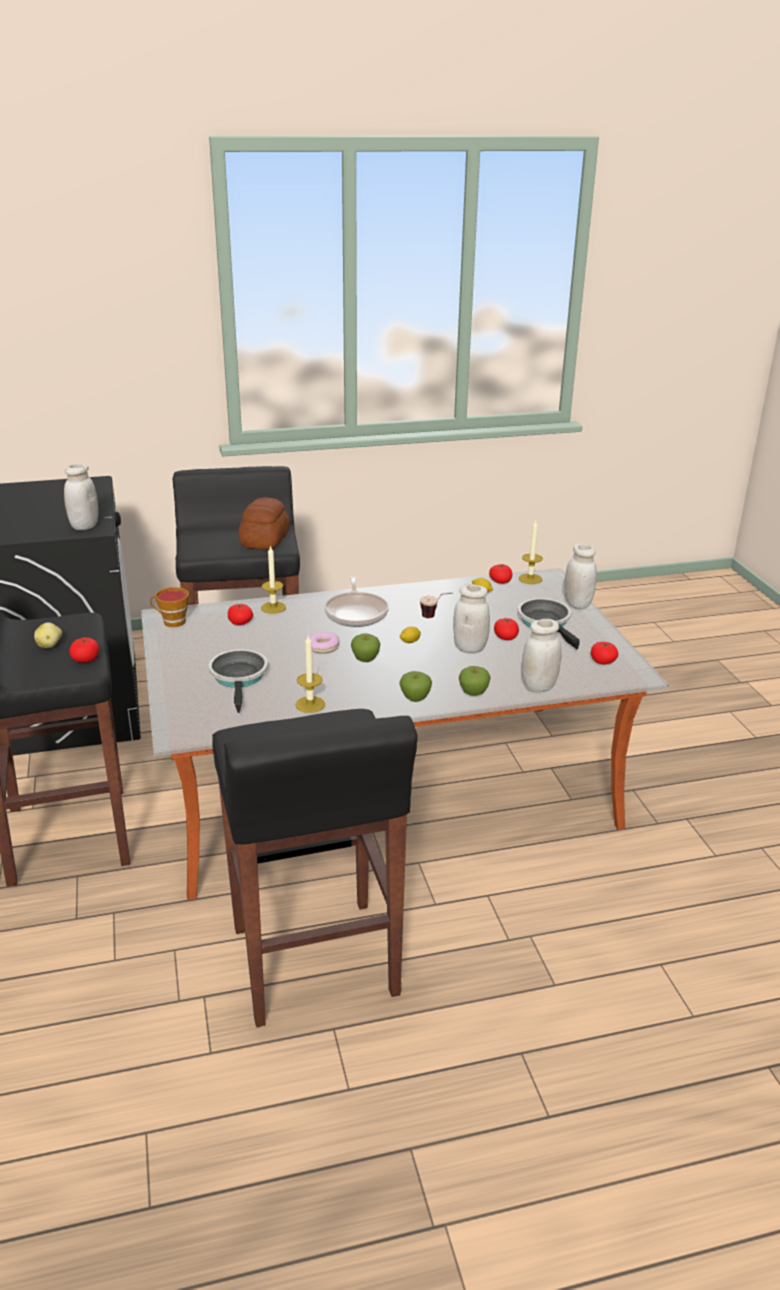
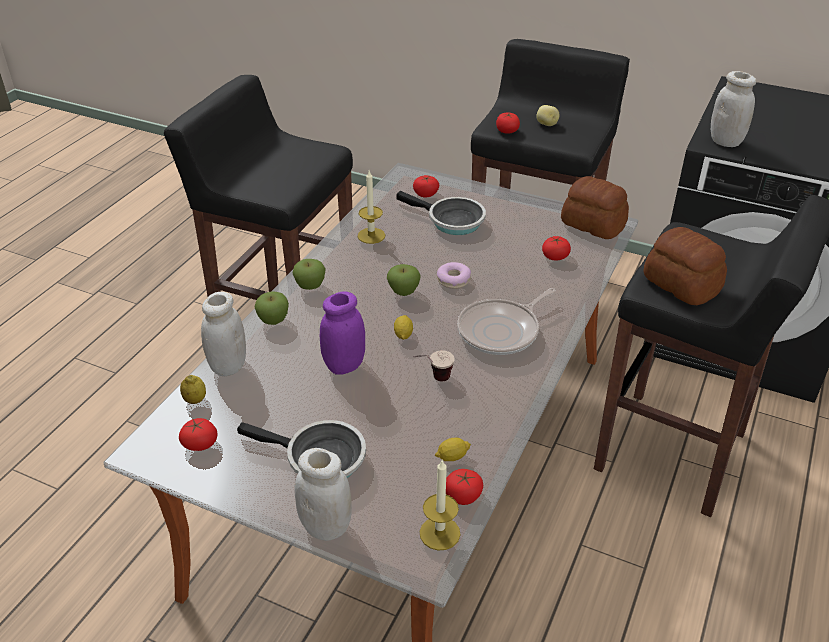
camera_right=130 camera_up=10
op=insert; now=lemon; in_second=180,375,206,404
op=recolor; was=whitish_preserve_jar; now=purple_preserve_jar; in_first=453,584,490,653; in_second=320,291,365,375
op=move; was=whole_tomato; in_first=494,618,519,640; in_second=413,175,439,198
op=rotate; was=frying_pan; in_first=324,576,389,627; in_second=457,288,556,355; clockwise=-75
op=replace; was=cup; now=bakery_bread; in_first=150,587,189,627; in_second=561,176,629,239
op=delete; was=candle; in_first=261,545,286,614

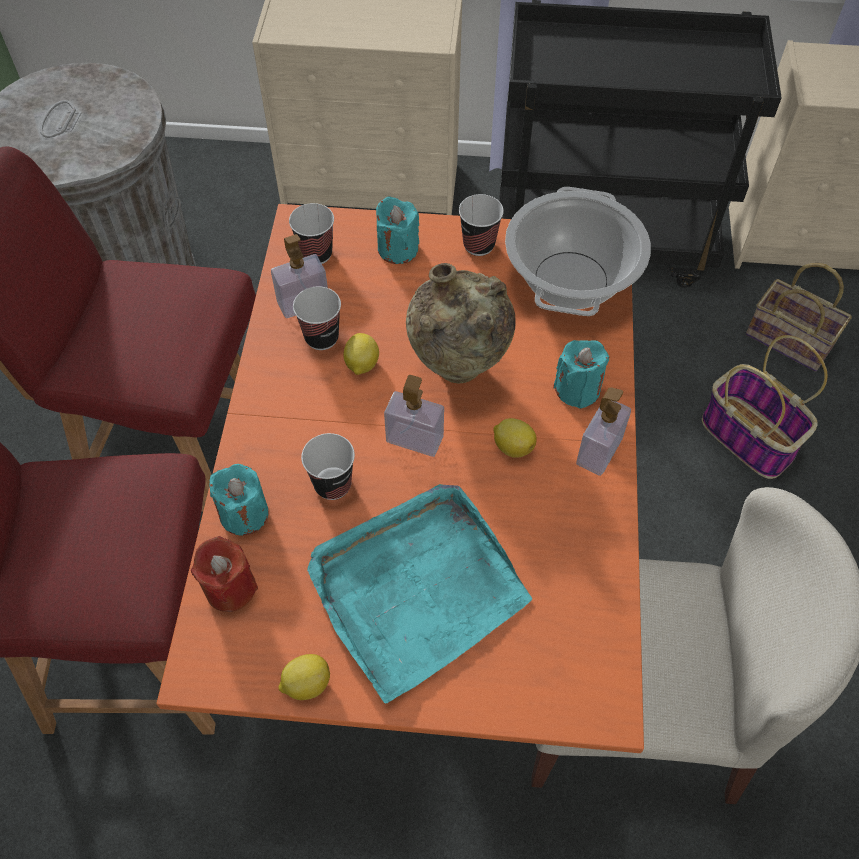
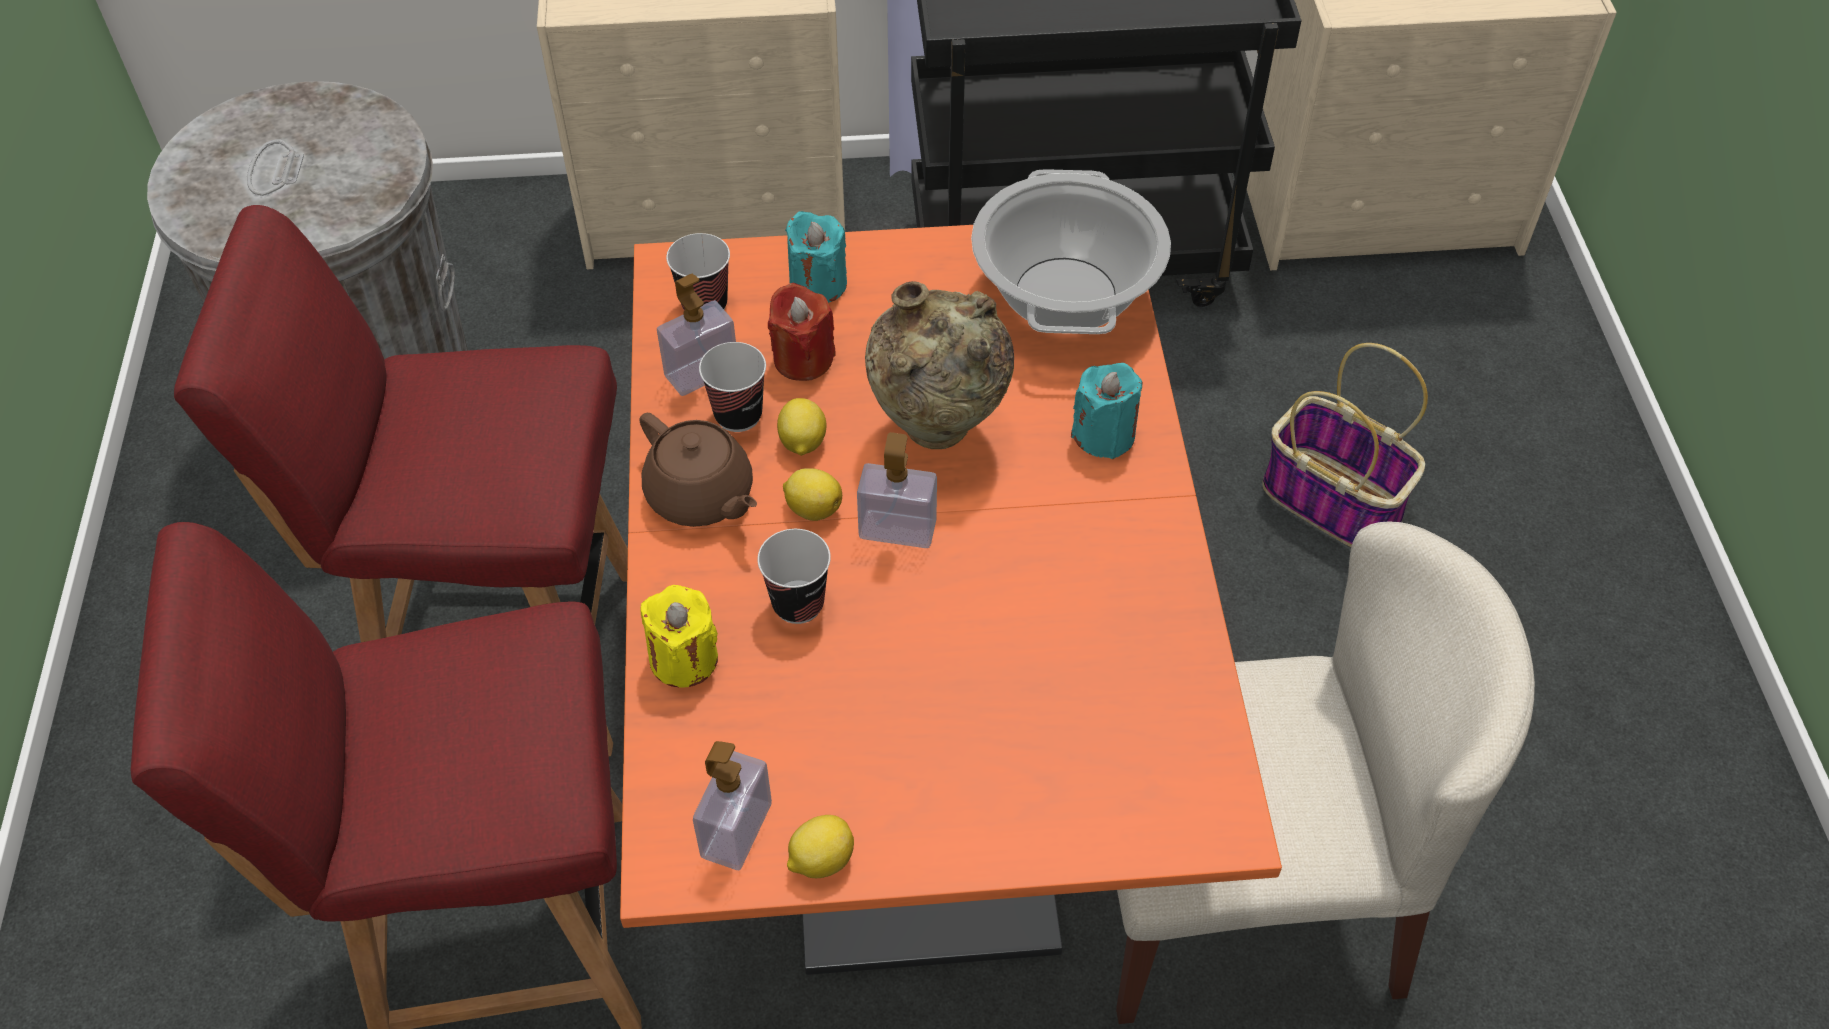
camera_right=-10 camera_up=-5
op=insert; now=brown-coloured_tea_pot; in_second=639,413,757,527
op=recolor; was=turquoise-coloured_candle; now=yellowish_candle; in_first=210,464,268,535; in_second=641,585,718,688
op=move; was=liquid_soap_bottle; in_first=576,387,631,476; in_second=693,741,772,870
op=move; was=reddish_candle; in_first=191,536,258,612; in_second=768,283,836,381
op=move; was=lemon; in_first=494,418,536,458; in_second=783,468,842,521
op=delete; was=turquoise-coloured_tray; in_first=307,484,532,703
op=delete; was=cup; in_first=459,194,504,256
op=delete; was=basket; in_first=746,263,852,372

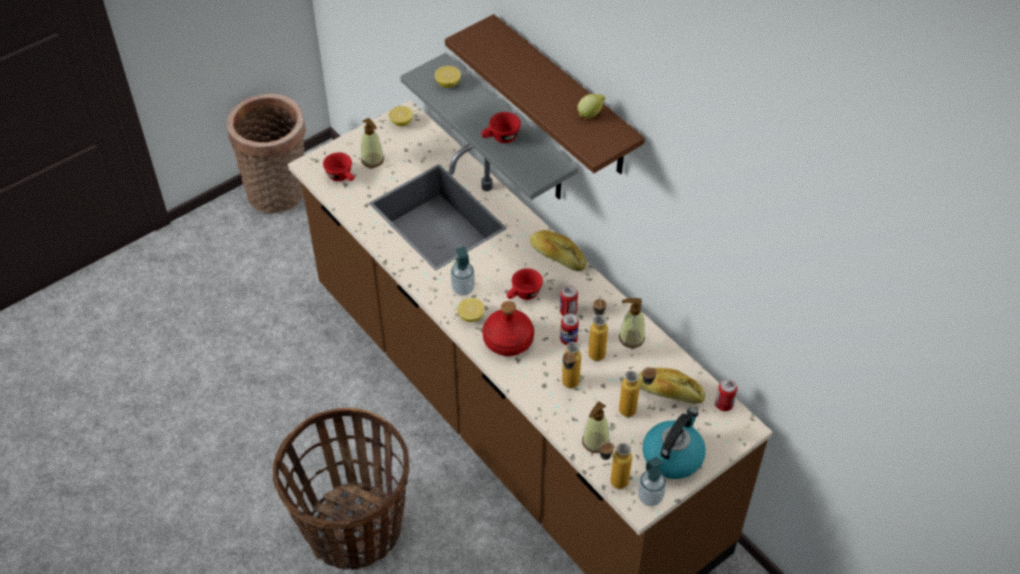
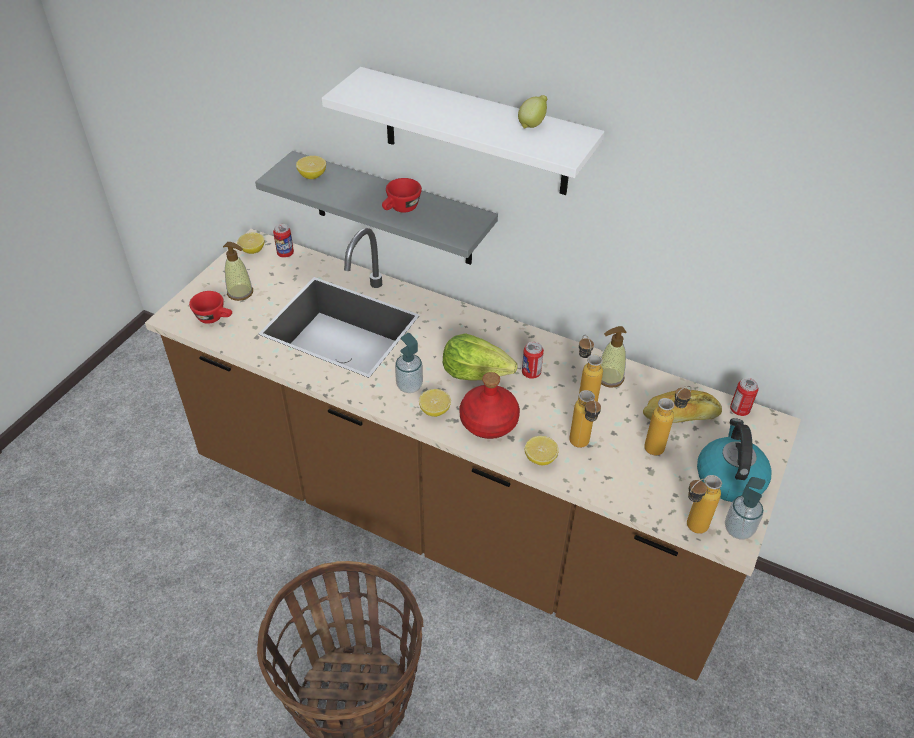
camera_right=-25 camera_up=-5
op=move; was=metal_can; in_first=560,314,579,345; in_second=273,224,294,258
op=recolor; was=brown-coloured_wall_shelf; now=whitish_wall_shelf; in_first=445,14,645,174; in_second=322,67,605,195
op=replace; was=reddish_cup; now=head_of_lettuce; in_first=507,268,543,300; in_second=443,333,518,381
op=insert; now=lemon; in_second=525,436,559,465
op=delete; was=basket; in_first=227,94,306,213
op=delete; was=bakery_bread; in_first=530,230,586,271
op=delete; was=liquid_soap_bottle; in_first=582,402,610,453

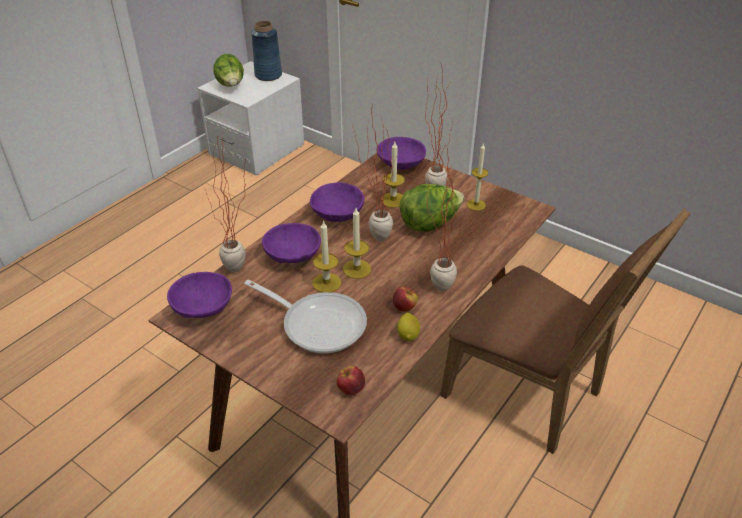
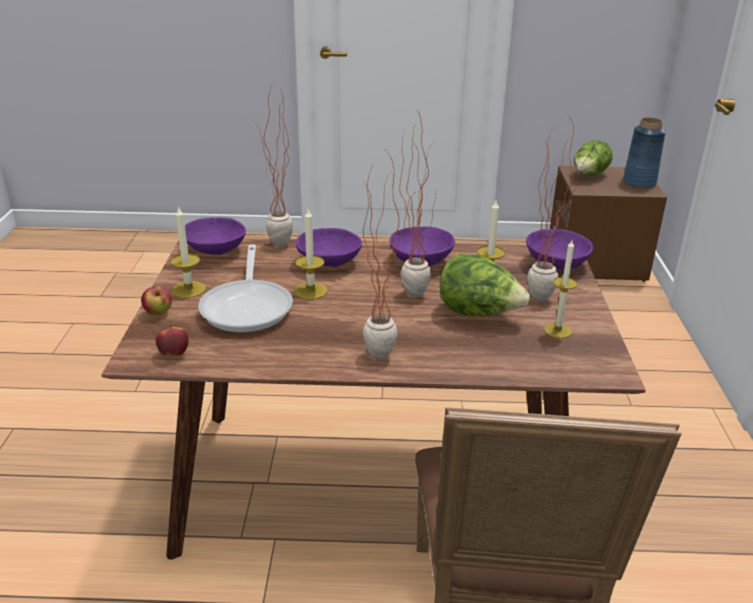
camera_right=55 camera_up=-10
op=move; was=apple; in_first=393,287,418,312; in_second=141,286,172,315
op=move; was=candle; in_first=343,208,371,279; in_second=170,206,206,298
op=recolor; was=whitish_bedside_table; now=brown-coloured_bedside_table; in_first=197,61,304,176; in_second=550,166,667,282
op=delete; was=lemon; in_first=397,313,420,341

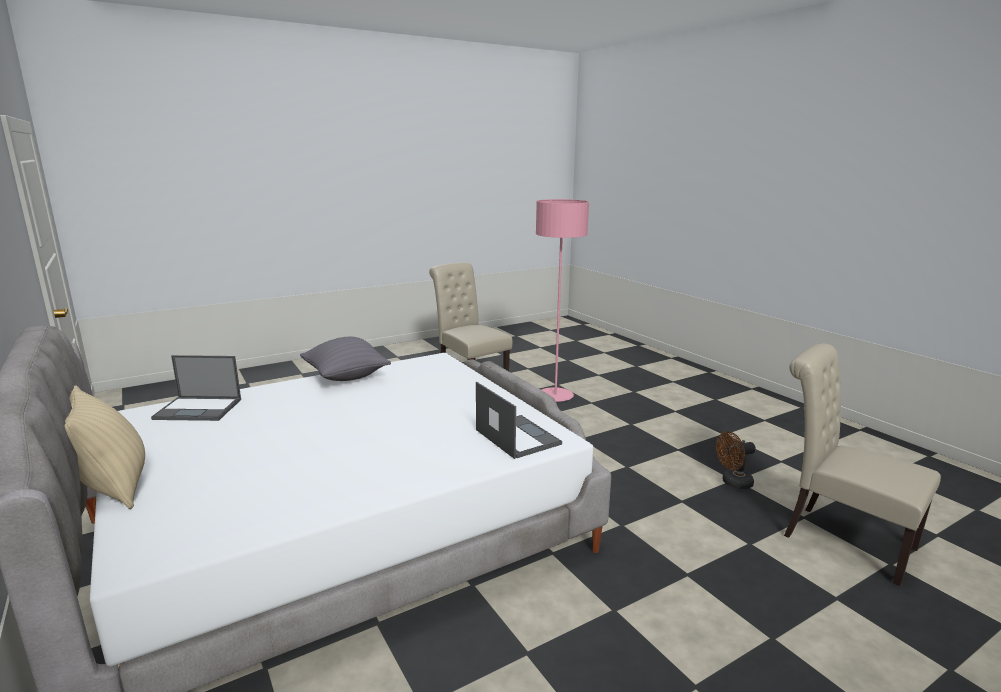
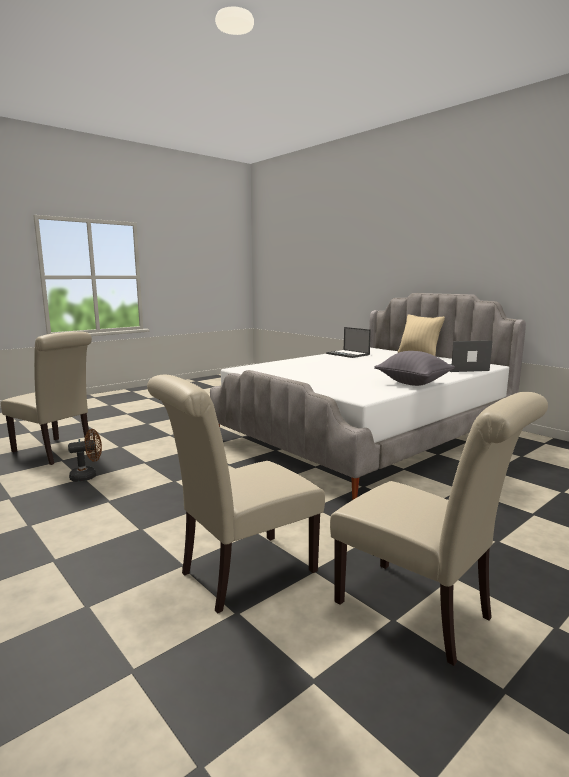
camera_right=170 camera_up=-5
op=replace; was=pink_standing_lamp; now=beige_plain_chair; in_first=536,199,589,402; in_second=147,375,325,614
op=move; was=laptop; in_first=476,382,562,459; in_second=327,327,371,358

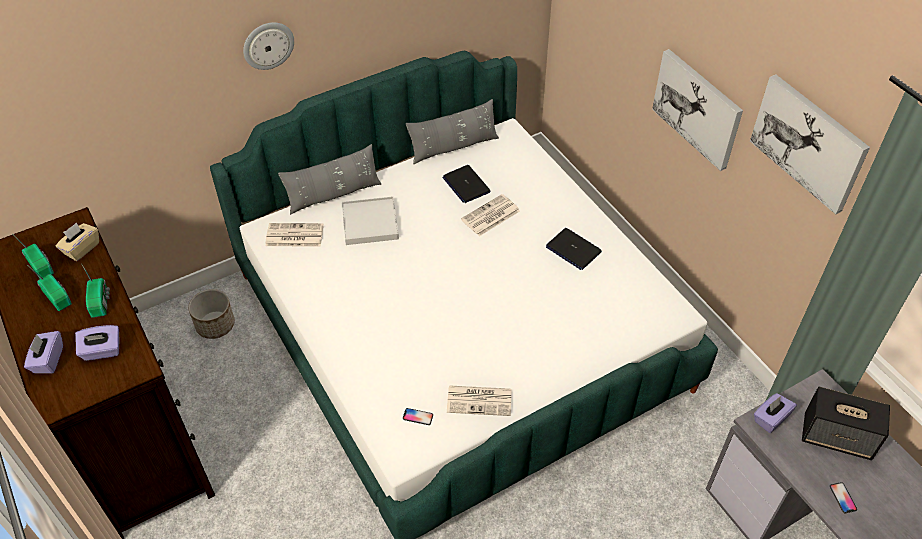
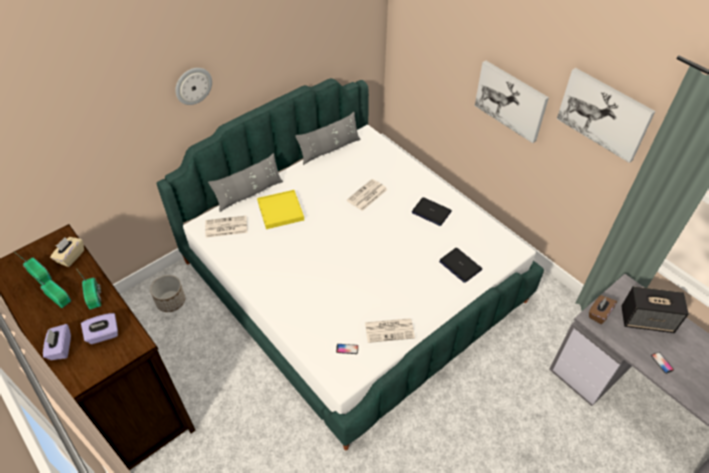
camera_right=-10 camera_up=0
op=recolor; was=whitish_tray; now=yellowish_tray; in_first=342,196,399,245; in_second=257,190,304,229
op=move; was=laptop; in_first=442,165,491,203; in_second=439,248,482,283
op=recolor; was=purple_box_of_tissues; now=brown-coloured_box_of_tissues; in_first=754,393,797,433; in_second=589,295,617,324

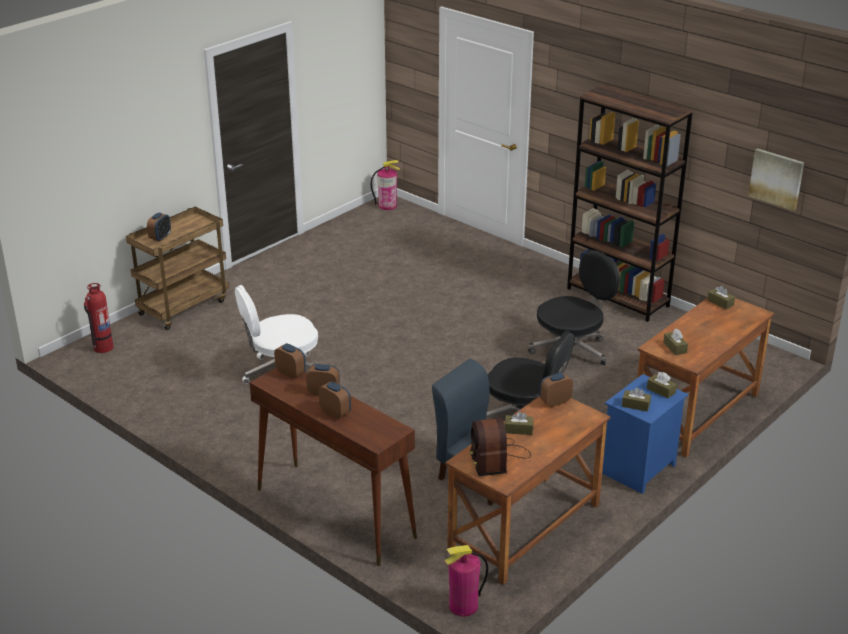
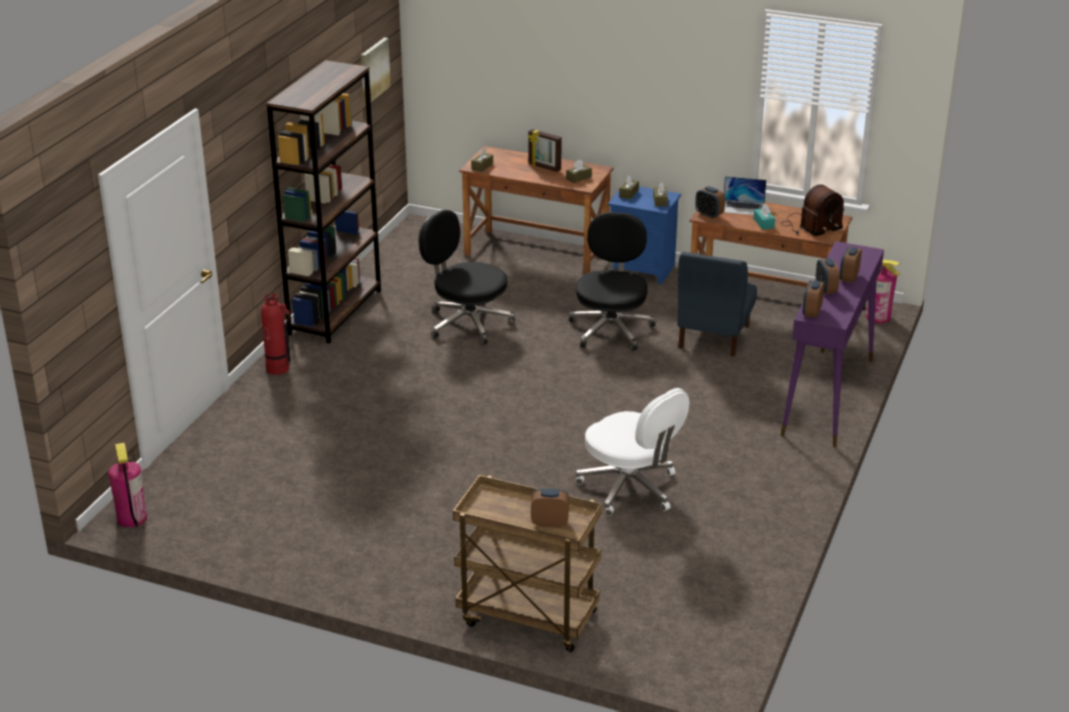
camera_right=-110 camera_up=0
op=move; was=extinguisher; in_first=84,283,114,353; in_second=261,293,291,375
op=insert; now=picture_frame; in_second=528,129,562,172
op=insert; now=laptop; in_second=724,176,766,215
op=recolor; was=brown-coloured_box_of_tissues; now=turquoise-coloured_box_of_tissues; in_first=505,411,533,435; in_second=754,204,775,230
op=recolor; was=brown-coloured_hall_table; now=purple_hall_table; in_first=249,368,417,566; in_second=781,241,884,447

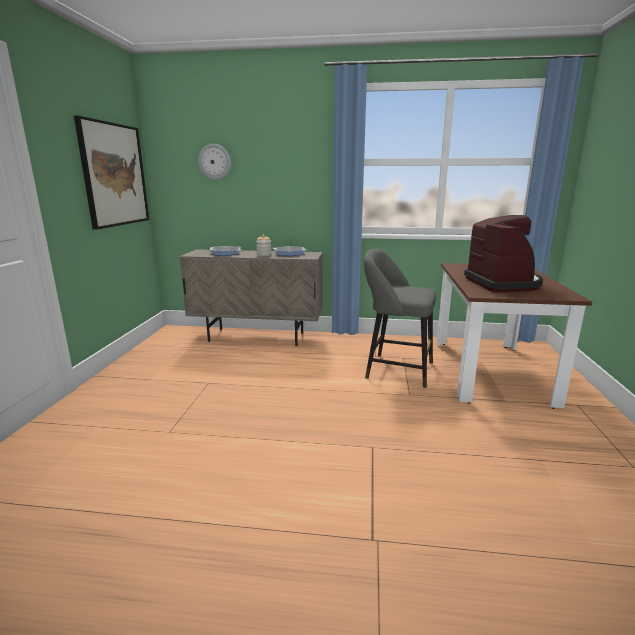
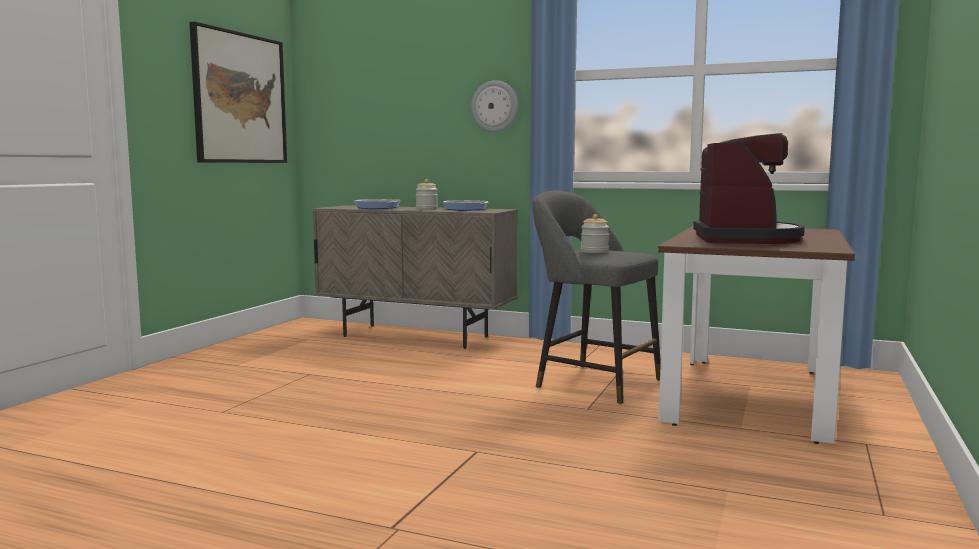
camera_right=15 camera_up=-10
op=move; was=clock_on_the_wall; in_first=198,144,231,180; in_second=471,80,518,132
op=insert; now=preserve_jar; in_second=581,214,609,253

